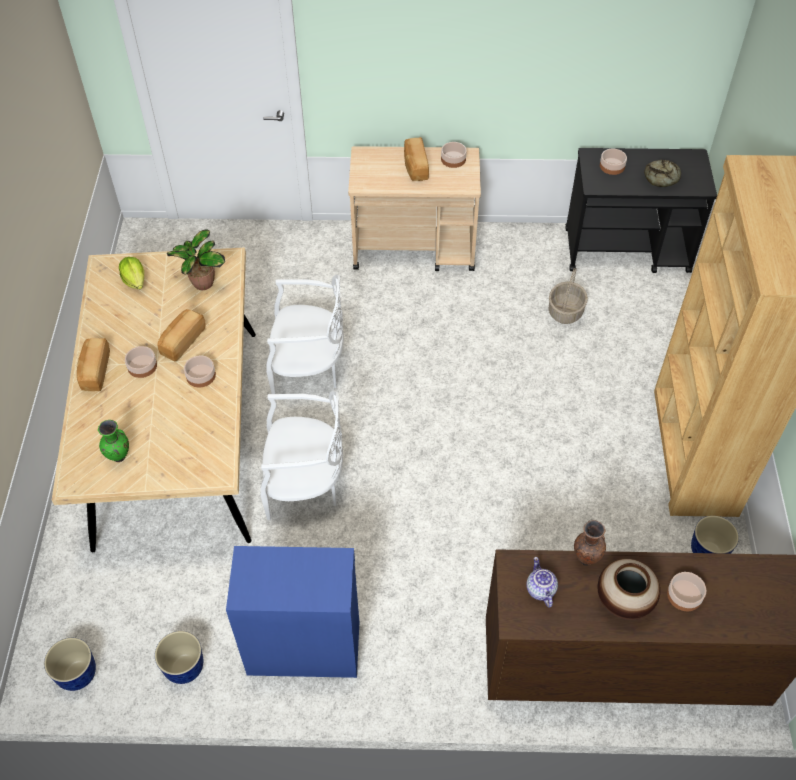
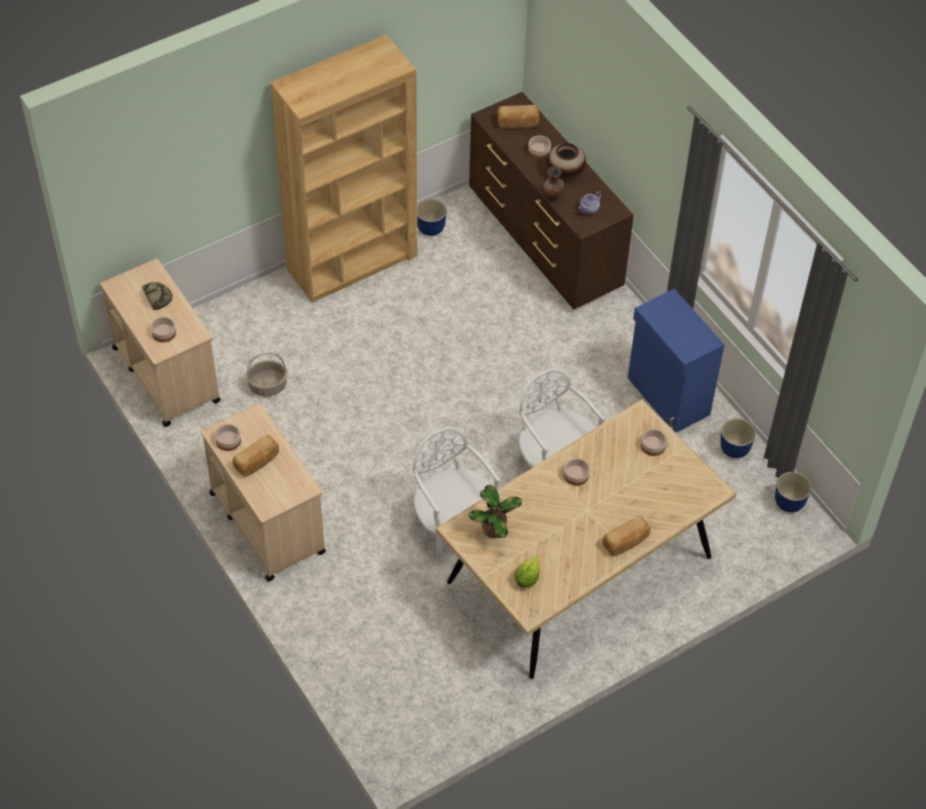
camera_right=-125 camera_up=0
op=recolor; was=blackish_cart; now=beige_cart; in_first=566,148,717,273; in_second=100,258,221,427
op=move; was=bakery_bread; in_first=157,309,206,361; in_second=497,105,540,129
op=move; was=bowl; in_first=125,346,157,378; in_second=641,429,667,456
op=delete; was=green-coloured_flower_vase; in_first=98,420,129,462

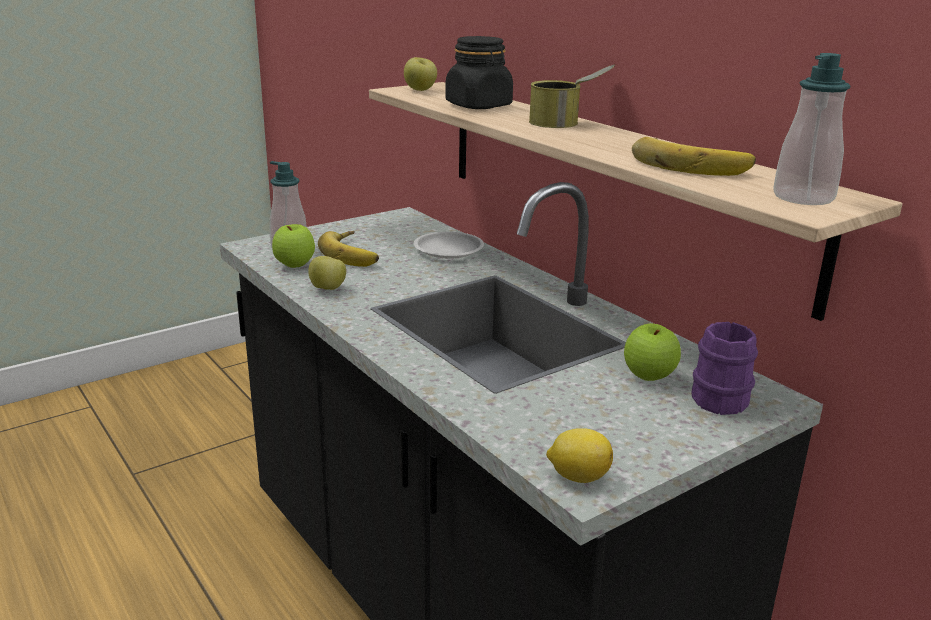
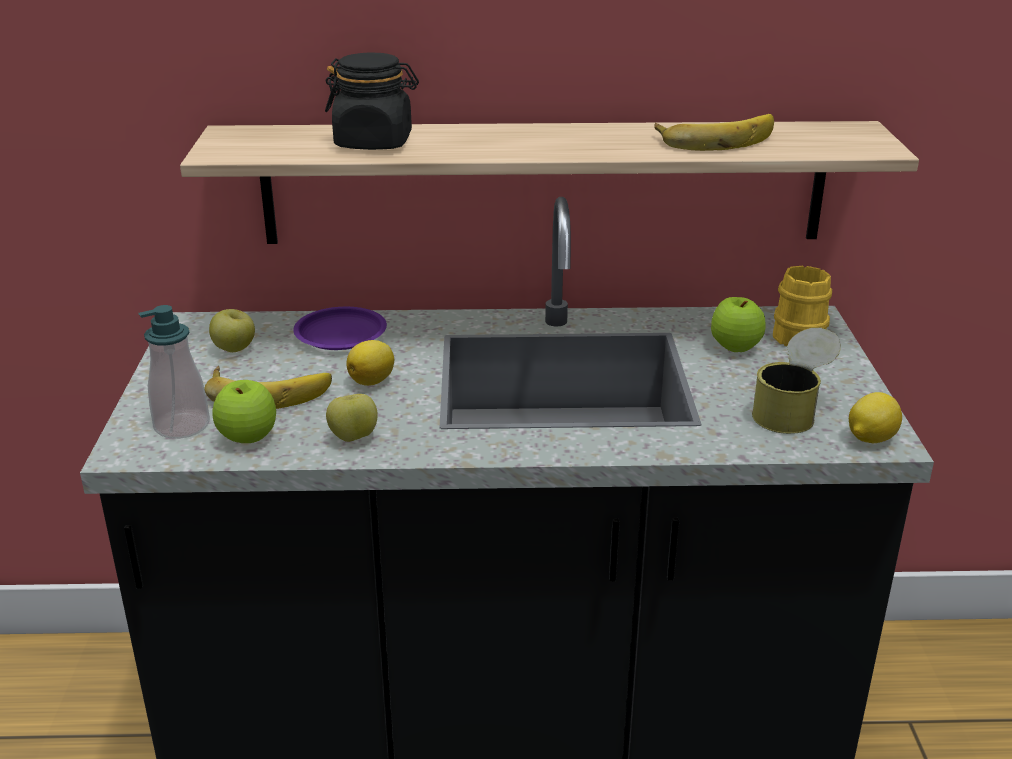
camera_right=-55 camera_up=5
op=move; was=apple; in_first=404,57,437,91; in_second=209,309,255,352
op=recolor; was=whitish_plate; now=purple_plate; in_first=414,232,484,259; in_second=293,307,387,350
op=insert; now=lemon; in_second=346,340,394,386
op=move; was=metal_can; in_first=529,65,615,128; in_second=752,328,841,434
op=recolor; was=purple_tea_mug; now=yellowish_tea_mug; in_first=691,322,758,415; in_second=773,266,832,346
op=delete; was=liquid_soap_bottle; in_first=773,53,850,205

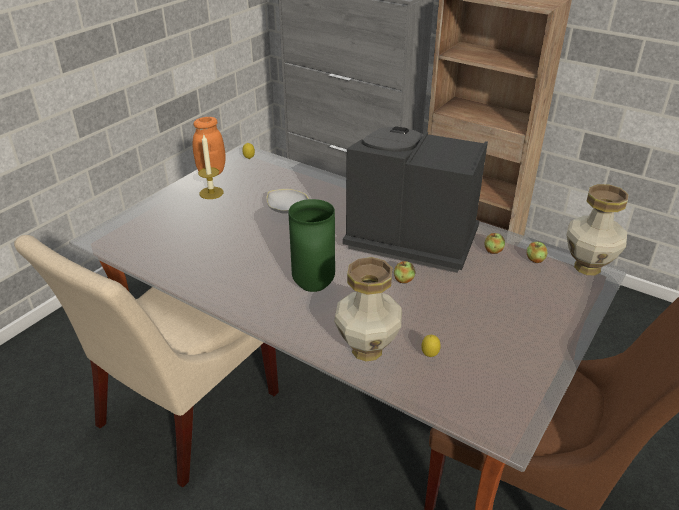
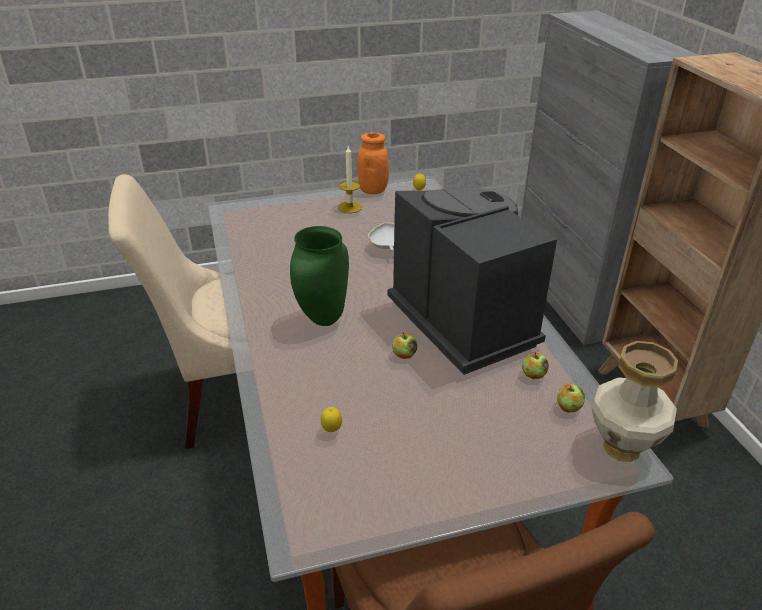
camera_right=40 camera_up=0
op=delete; was=flower_vase; in_first=334,257,402,362

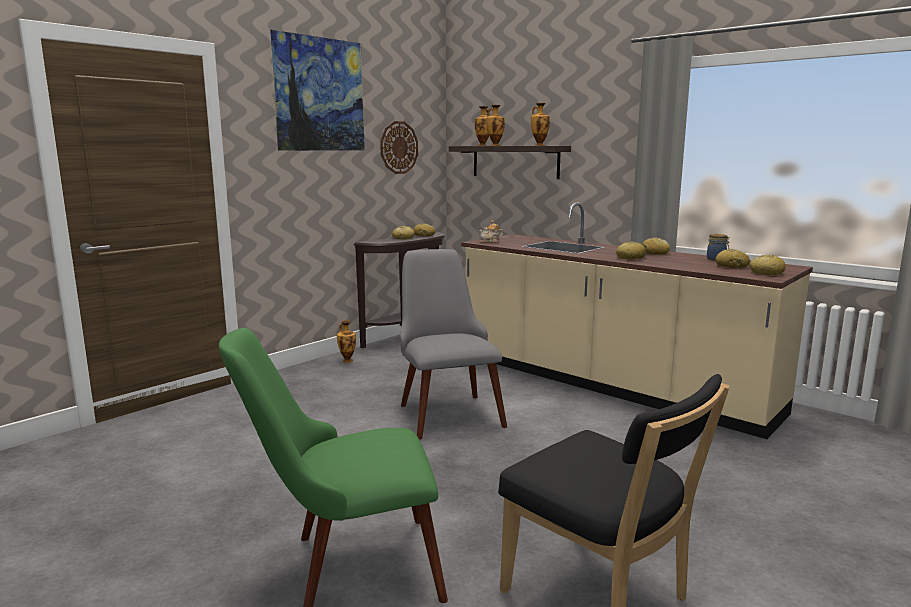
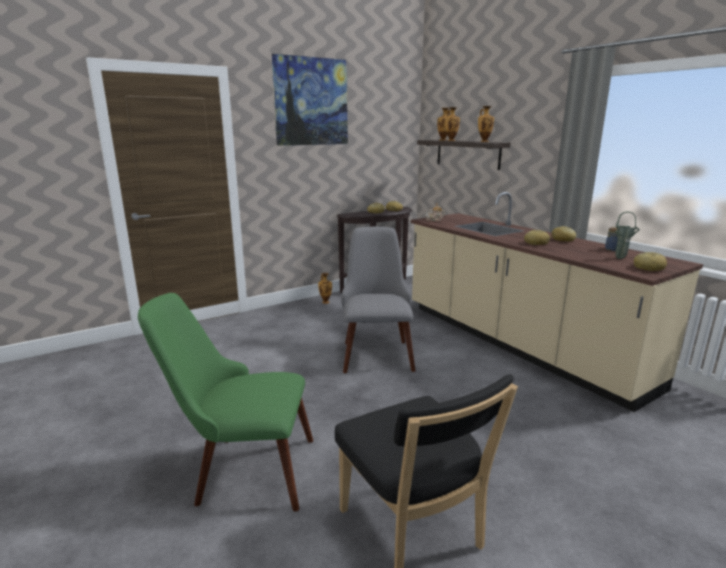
camera_right=15 camera_up=5
op=replace; was=bakery_bread; now=green-coloured_flower_vase; in_first=716,249,750,268; in_second=615,212,640,259
op=delete; was=clock_on_the_wall; in_first=380,121,418,174

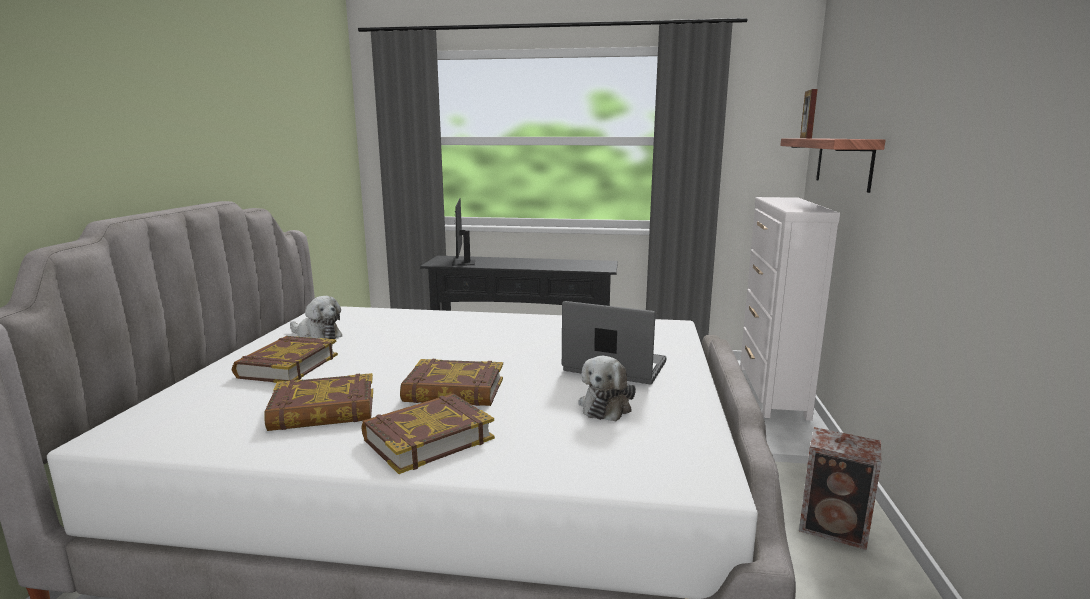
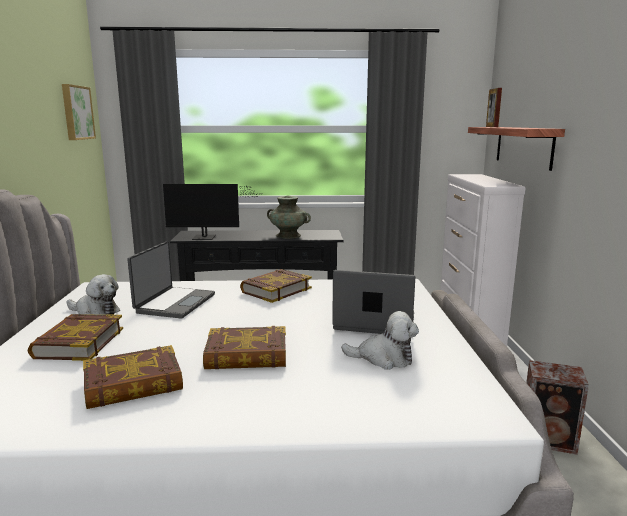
camera_right=-10 camera_up=0
op=insert; now=wall_art; in_second=62,84,96,140
op=insert; now=laptop; in_second=127,241,215,318
op=rotate; was=monitor; in_first=452,198,475,266; in_second=163,184,261,240; clockwise=-75
op=move; was=bound_book; in_first=361,393,495,474; in_second=240,269,312,303
op=insert; now=turquoise-coloured_flower_vase; in_second=267,196,311,239
op=rotate; was=cuddly_toy; in_first=578,356,636,422; in_second=341,311,419,370; clockwise=-90

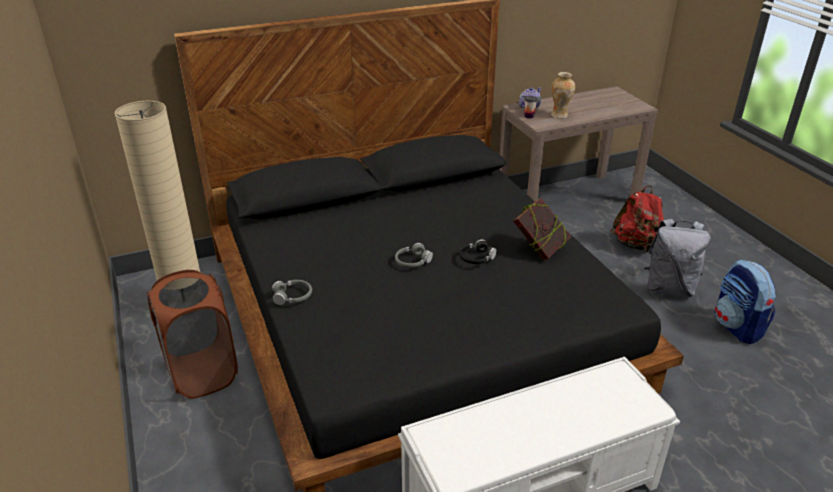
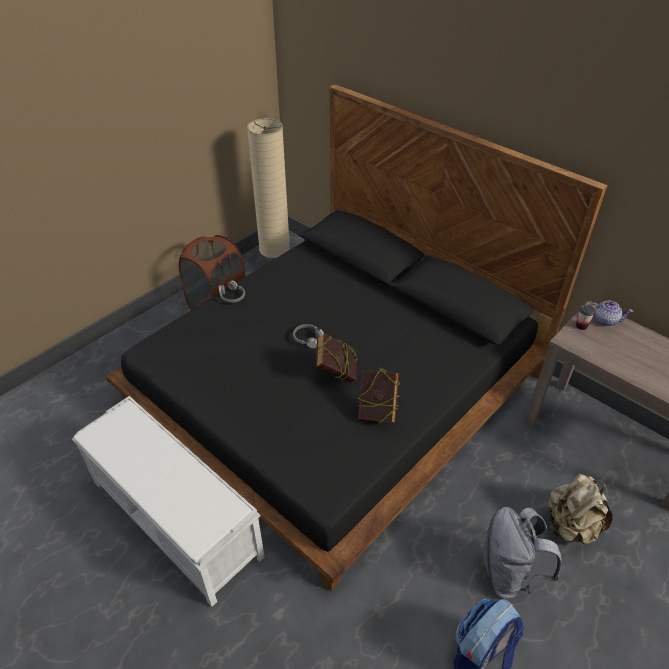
camera_right=65 camera_up=10
op=replace; was=blackish_pair_of_headphones; now=bound_book; in_first=459,239,497,264; in_second=316,333,358,382
op=recolor; was=reddish_backpack; now=beige_backpack; in_first=610,185,664,253; in_second=548,473,613,545
op=delete; was=flower_vase; in_first=551,72,575,119

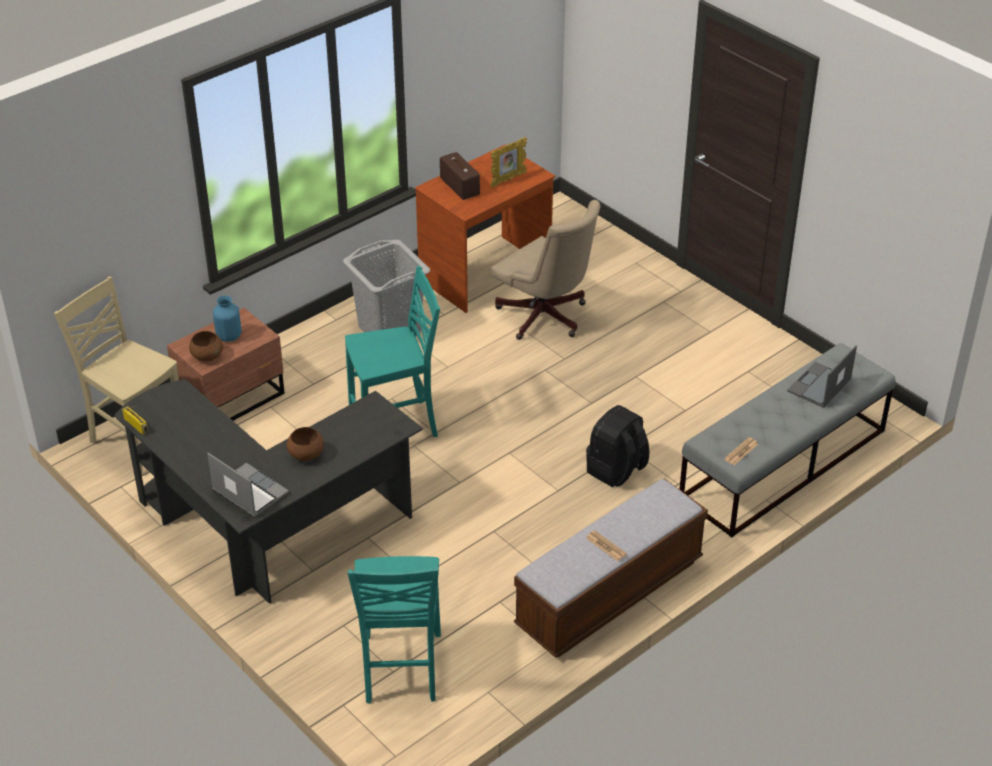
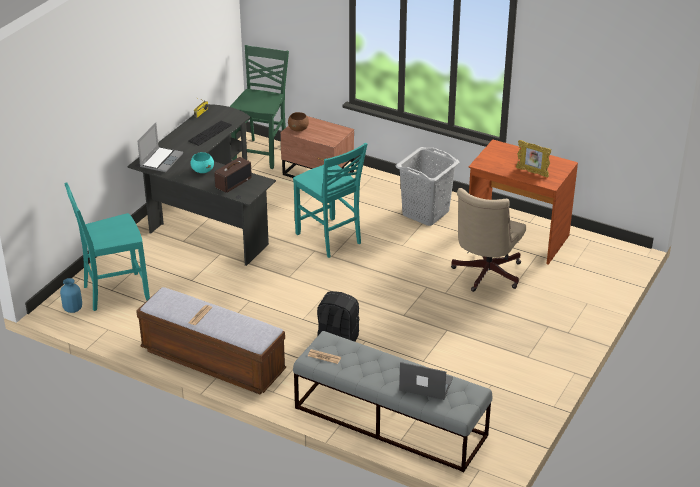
camera_right=70 camera_up=-5
op=move; was=blue_flower_vase; in_first=213,295,242,342; in_second=60,278,82,313
op=insert; now=PC_keyboard; in_second=188,121,232,146
op=recolor; was=brown-coloured_bowl; now=turquoise-coloured_bowl; in_first=287,427,324,461; in_second=190,152,214,173
op=move; was=radio_set; in_first=440,152,480,200; in_second=214,157,252,193
op=recolor; was=beige_plain_chair; now=green-coloured_plain_chair; in_first=54,276,179,475; in_second=230,45,289,169

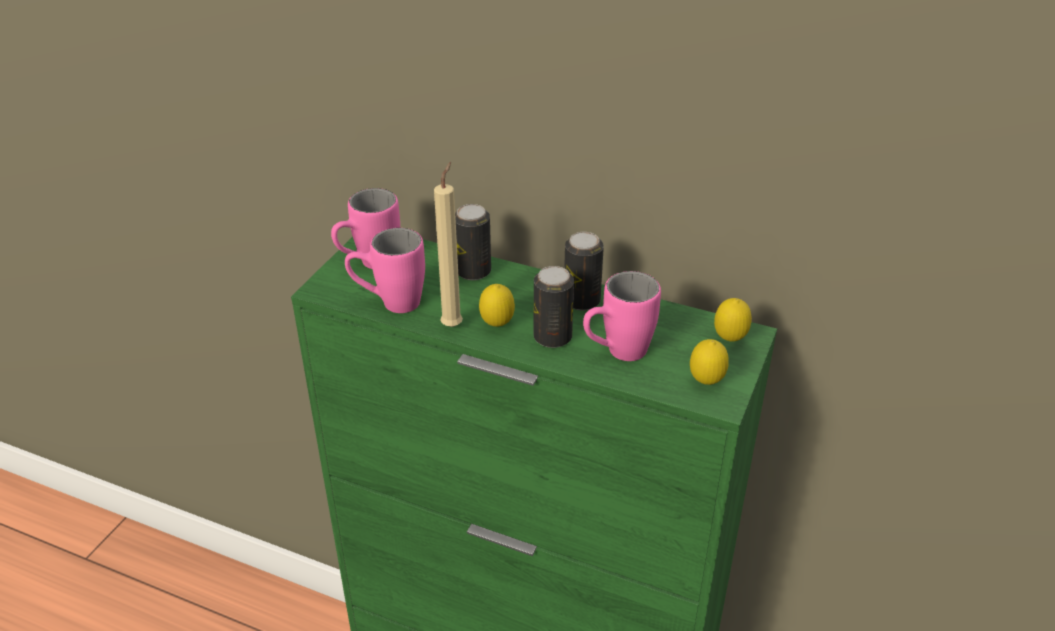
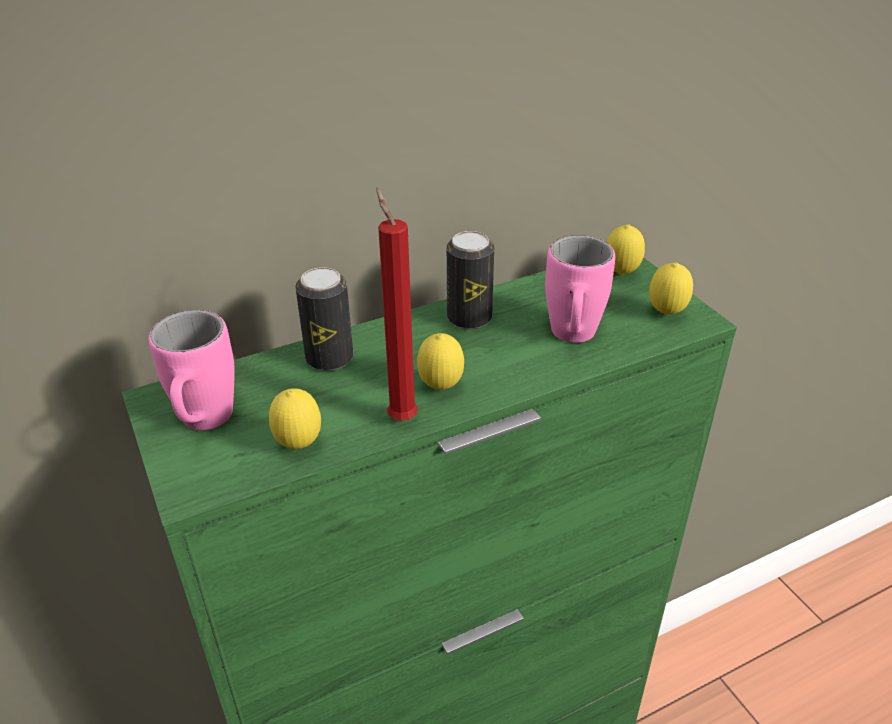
camera_right=-50 camera_up=0
op=replace; was=pink_tea_mug; now=lemon; in_first=345,228,425,313; in_second=269,388,321,449
op=recolor; was=beige_candle; now=reddish_candle; in_first=434,162,463,327; in_second=376,188,418,421
op=delete; was=metal_can; in_first=534,266,574,348

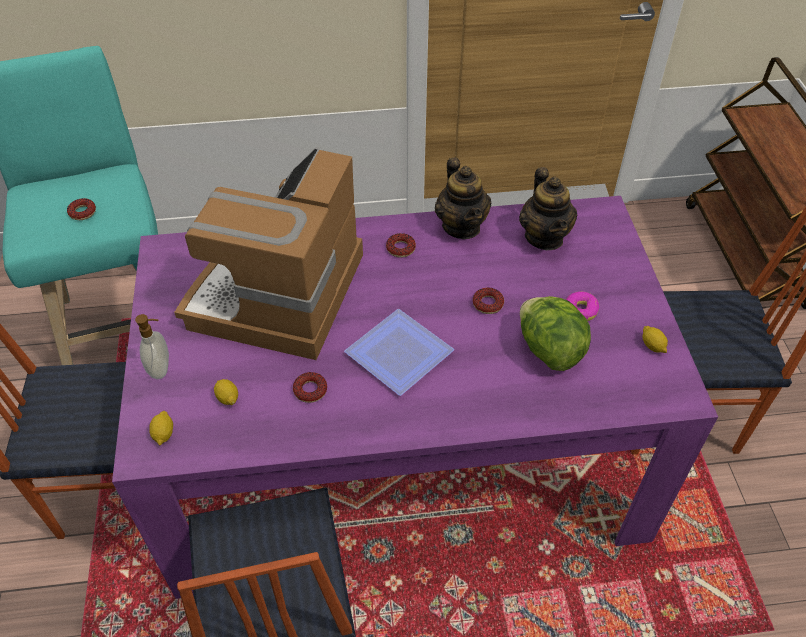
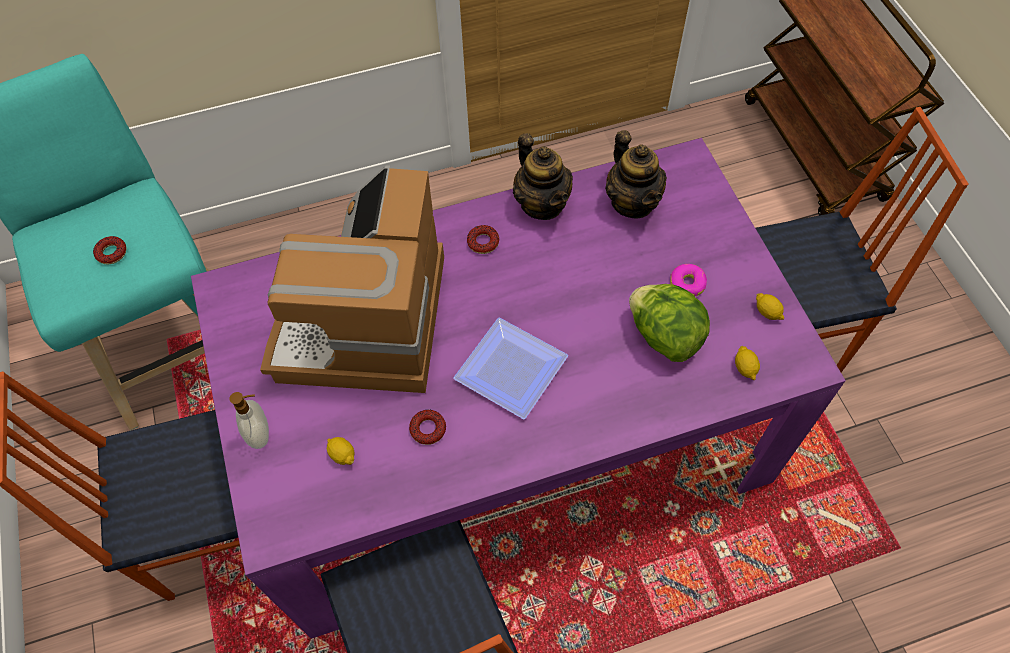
camera_right=-10 camera_up=10
op=move; was=lemon; in_first=149,411,173,445; in_second=735,346,760,380
op=delete; was=doughnut; in_first=473,287,504,314

